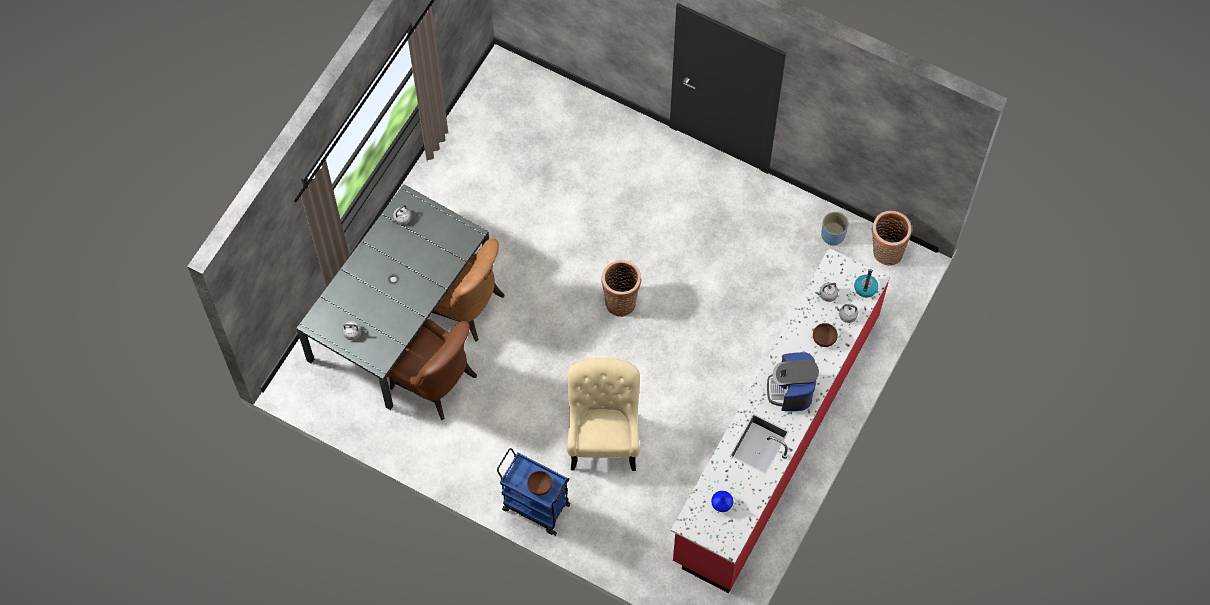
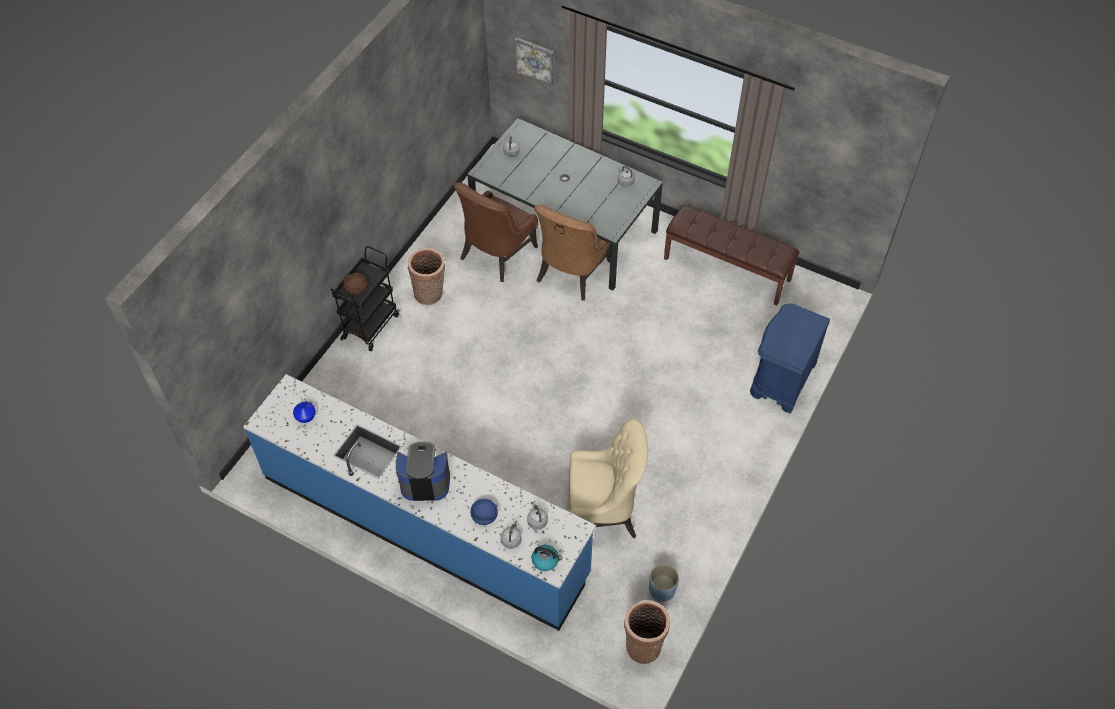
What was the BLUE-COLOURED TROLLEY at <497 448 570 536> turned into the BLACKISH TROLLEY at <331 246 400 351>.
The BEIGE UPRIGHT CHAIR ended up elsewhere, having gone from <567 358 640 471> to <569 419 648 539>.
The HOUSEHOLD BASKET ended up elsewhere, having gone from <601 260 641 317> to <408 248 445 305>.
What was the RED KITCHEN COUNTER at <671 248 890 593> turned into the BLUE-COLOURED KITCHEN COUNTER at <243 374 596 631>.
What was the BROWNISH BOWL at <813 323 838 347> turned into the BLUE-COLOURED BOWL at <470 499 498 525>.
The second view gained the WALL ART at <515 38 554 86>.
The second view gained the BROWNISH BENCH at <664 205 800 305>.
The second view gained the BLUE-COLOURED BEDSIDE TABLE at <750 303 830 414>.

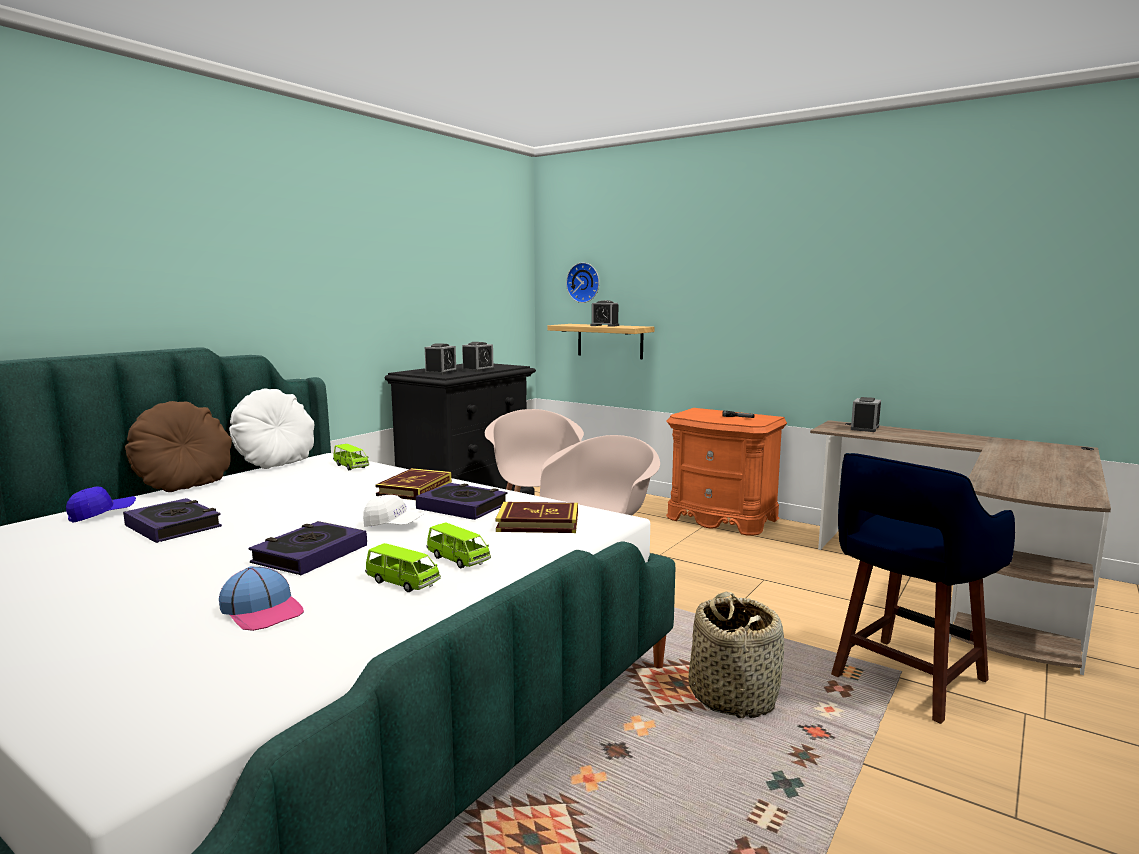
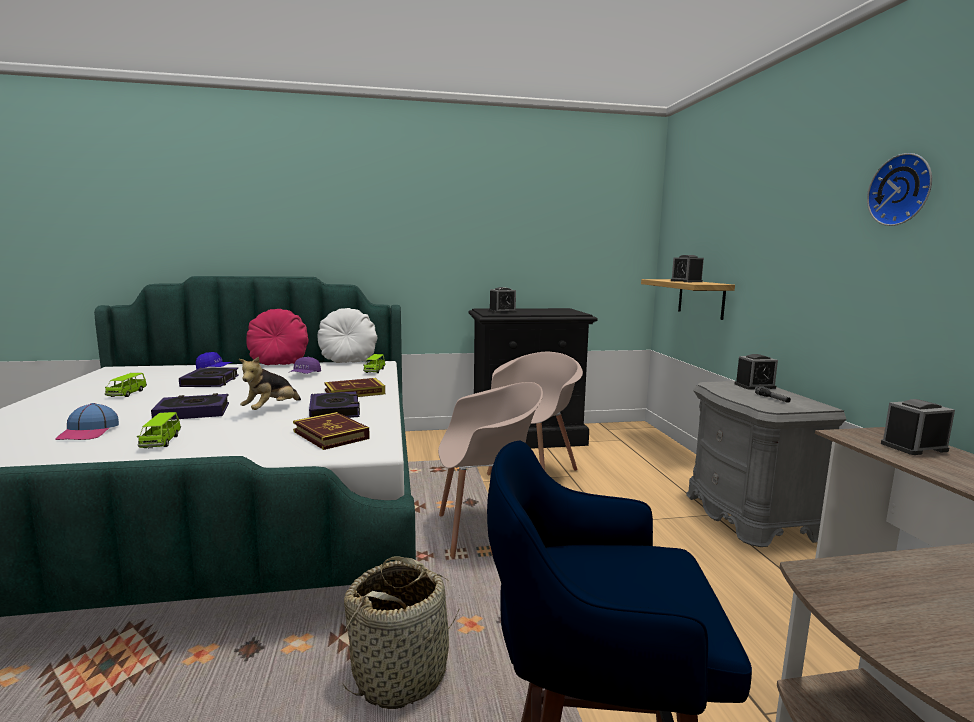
What was the BROWNISH THROW PILLOW at <125 401 232 492> turned into the PINK THROW PILLOW at <246 309 309 365>.
Where the WHITISH BASEBALL CAP stood at <363 495 424 527>, the SOFT TOY came to stand at <239 356 301 410>.
The GREEN-COLOURED TOY CAR ended up elsewhere, having gone from <426 523 491 568> to <105 373 147 397>.
The TABLE CLOCK ended up elsewhere, having gone from <462 342 494 372> to <735 354 778 390>.
The CLOCK ON THE WALL ended up elsewhere, having gone from <566 262 599 303> to <867 153 932 226>.
What was the ORANGE-COLOURED BEDSIDE TABLE at <666 408 787 536> turned into the GREYISH BEDSIDE TABLE at <686 381 846 547>.
The second view gained the PURPLISH BASEBALL CAP at <290 357 321 374>.

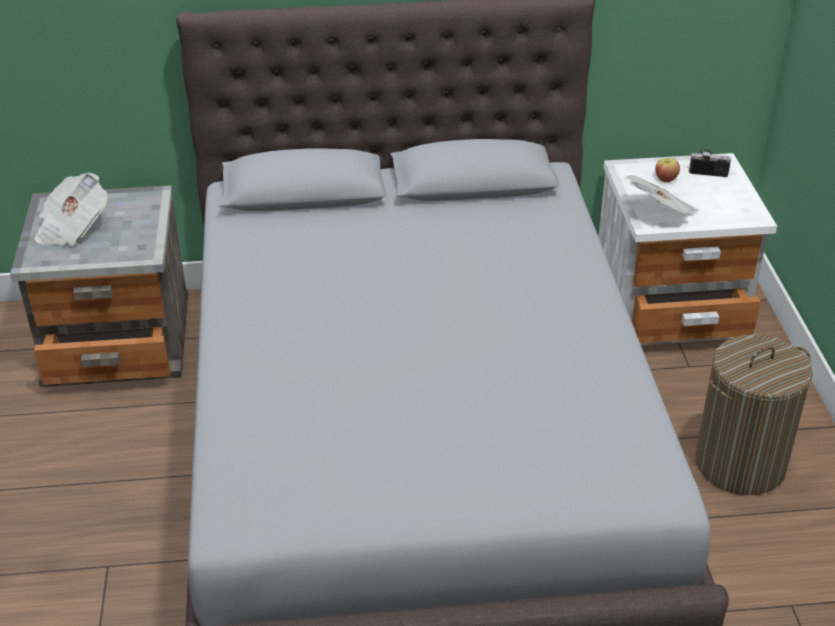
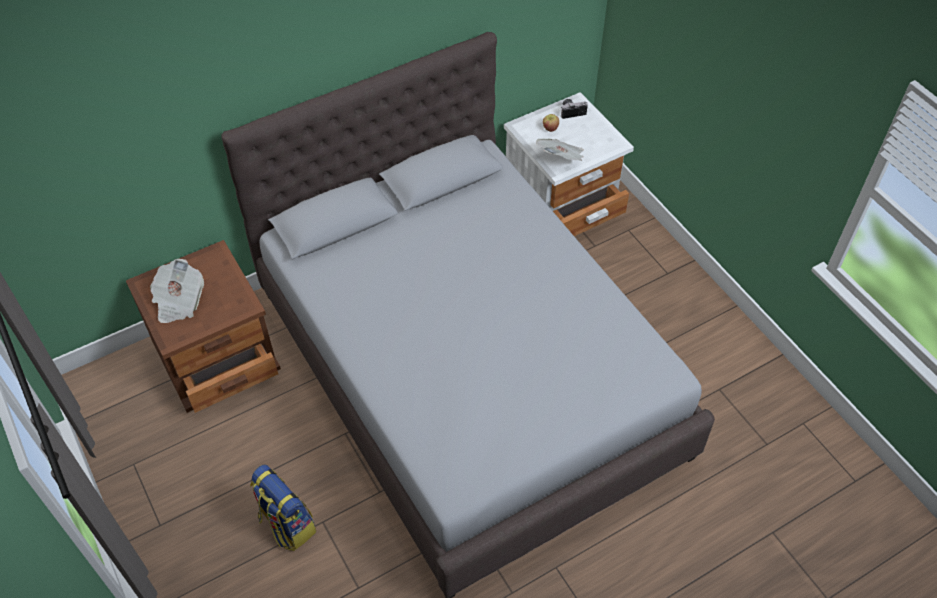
What was the GREYISH BEDSIDE TABLE at <10 185 188 387> turned into the BROWNISH BEDSIDE TABLE at <126 240 281 413>.
The second view lost the HAMPER at <696 334 813 495>.
The second view gained the KNAPSACK at <250 465 316 551>.

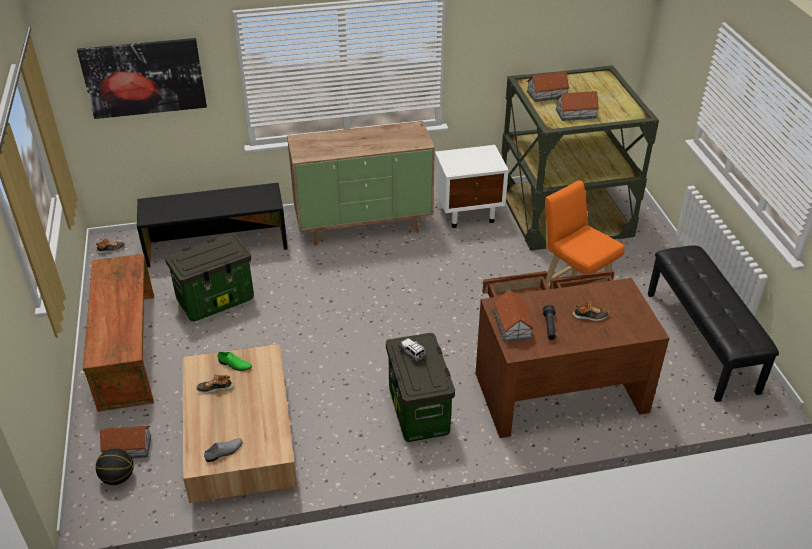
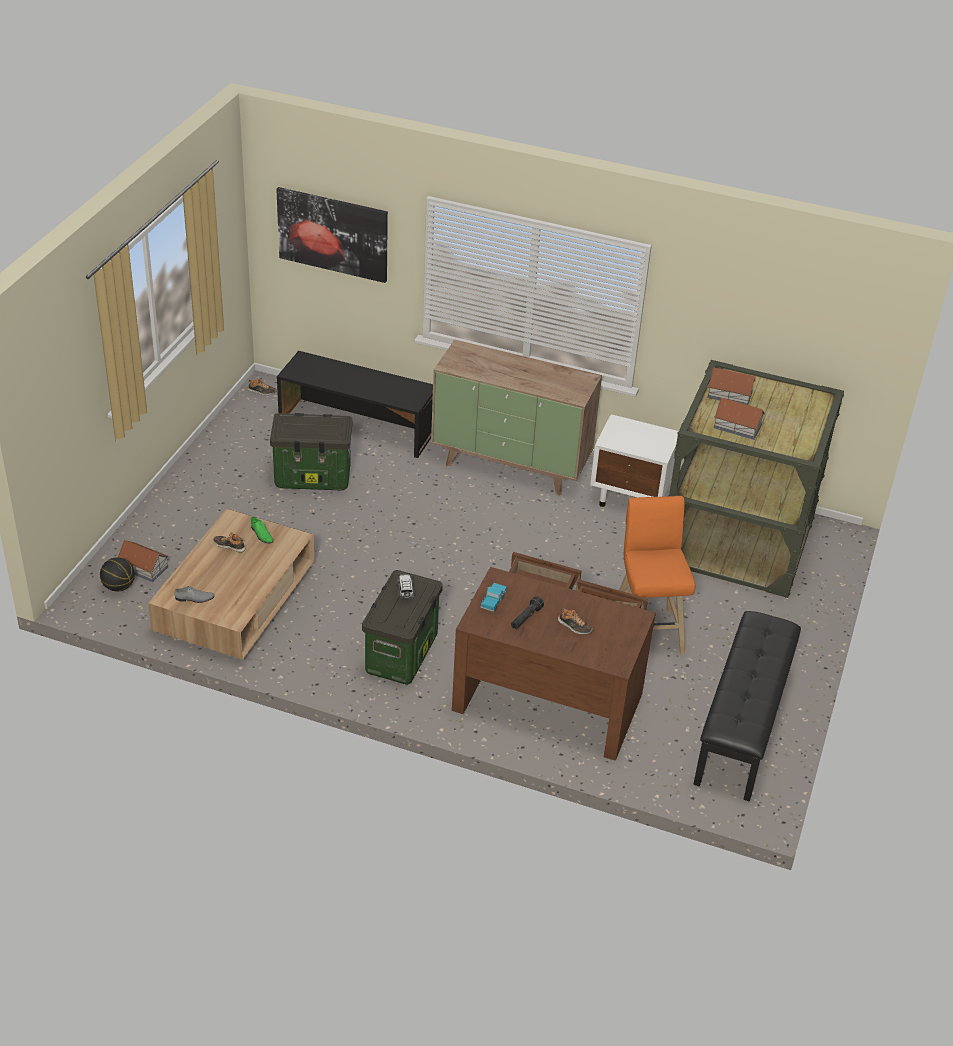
The second view lost the BROWNISH BENCH at <83 254 154 412>.
Where the TOY HOUSE stood at <493 290 534 342>, the TOY TRUCK came to stand at <480 583 507 612>.

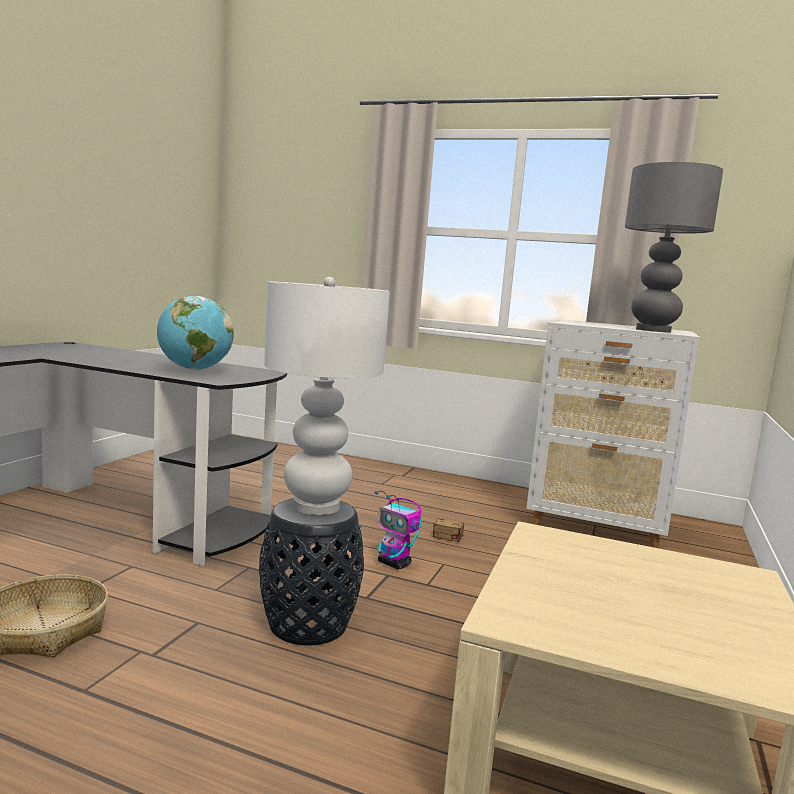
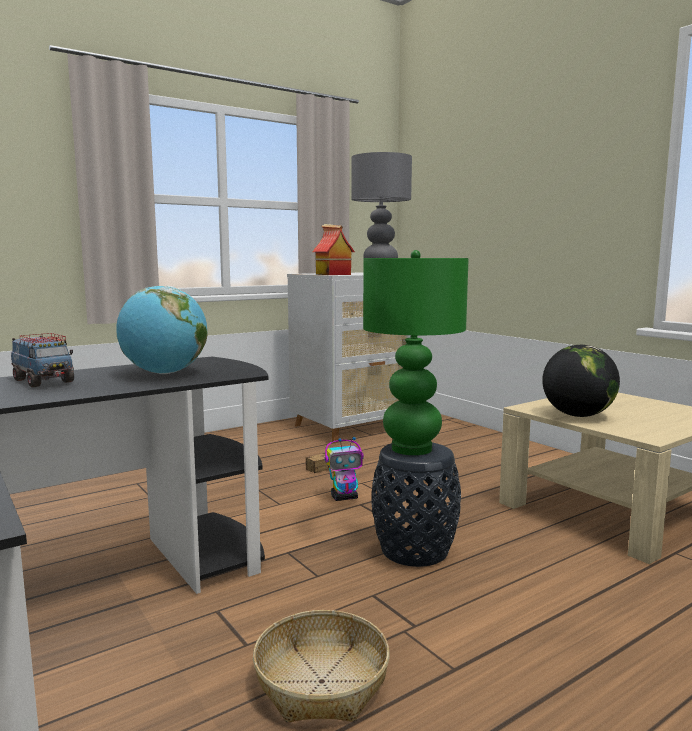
What was the WHITISH TABLE LAMP at <264 277 390 515> turned into the GREEN-COLOURED TABLE LAMP at <363 250 469 455>.
The second view gained the TOY TRUCK at <11 333 74 387>.
The second view gained the TOY HOUSE at <313 224 355 275>.
The second view gained the WORLD GLOBE at <542 345 620 417>.

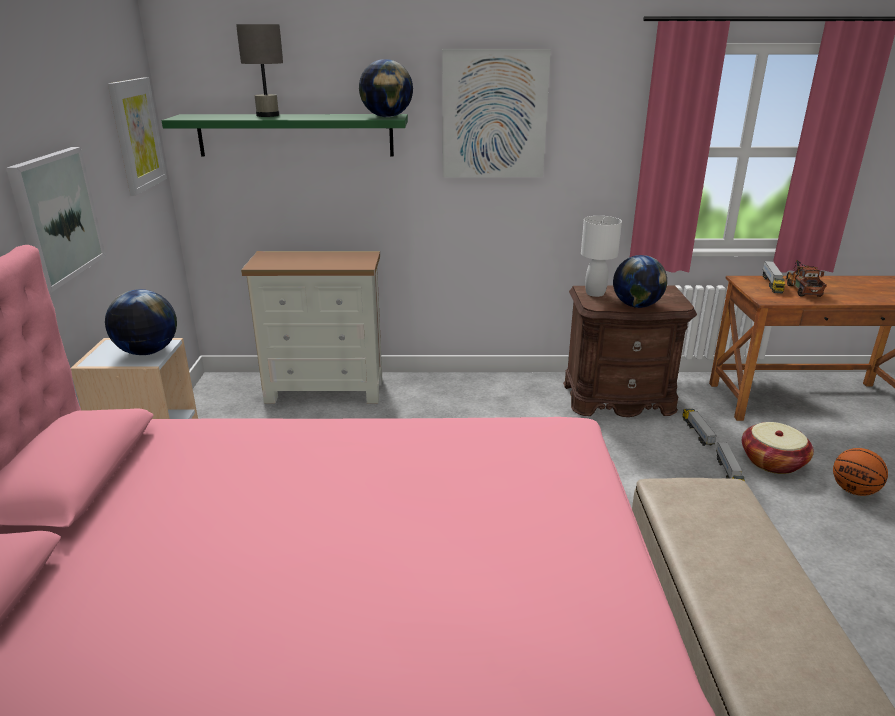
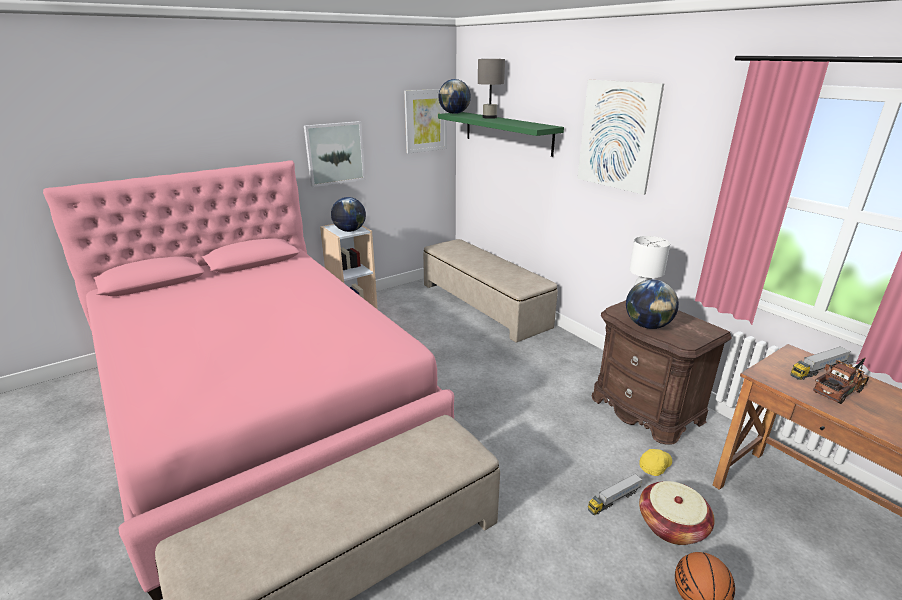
Where the WHITISH DRESSER stood at <241 251 382 404>, the BEIGE BENCH came to stand at <423 239 558 343>.
The WORLD GLOBE ended up elsewhere, having gone from <359 59 413 117> to <438 79 471 114>.
Where the TOY TRUCK stood at <682 409 717 446>, the YELLOWISH BASEBALL CAP came to stand at <639 449 672 476>.

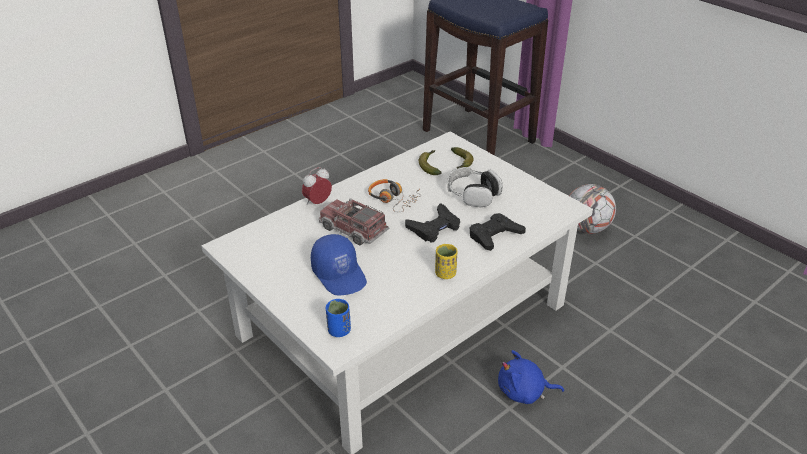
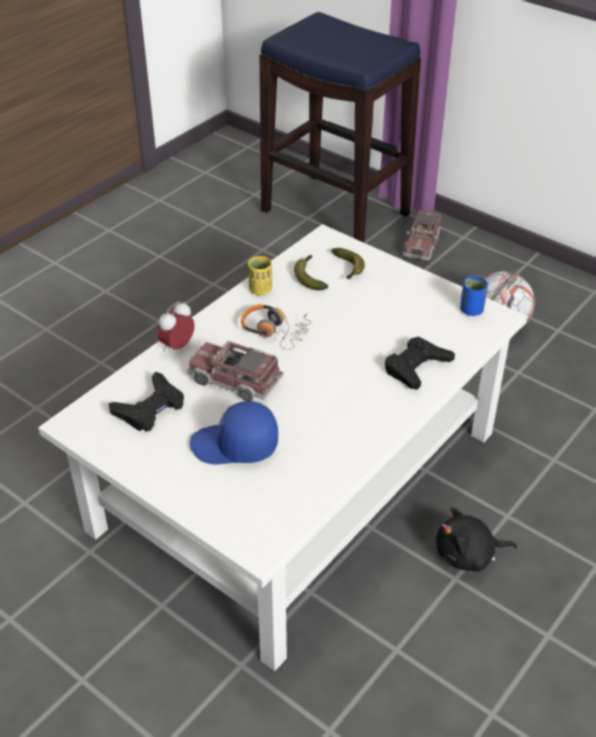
The BLUE-COLOURED BASEBALL CAP at <311 234 367 296> ended up facing another way, 135 degrees clockwise from before.
The BLUE-COLOURED CUP ended up elsewhere, having gone from <326 299 351 337> to <460 276 488 316>.
The BLACKISH JOYPAD ended up elsewhere, having gone from <405 203 460 243> to <109 372 184 432>.
The YELLOWISH CUP ended up elsewhere, having gone from <435 244 457 279> to <248 256 272 295>.
The second view lost the HEADPHONES at <447 167 503 207>.
What was the BLUE-COLOURED SOFT TOY at <498 350 564 404> turned into the BLACKISH SOFT TOY at <436 507 517 572>.
The second view gained the TOY TRUCK at <402 209 443 261>.

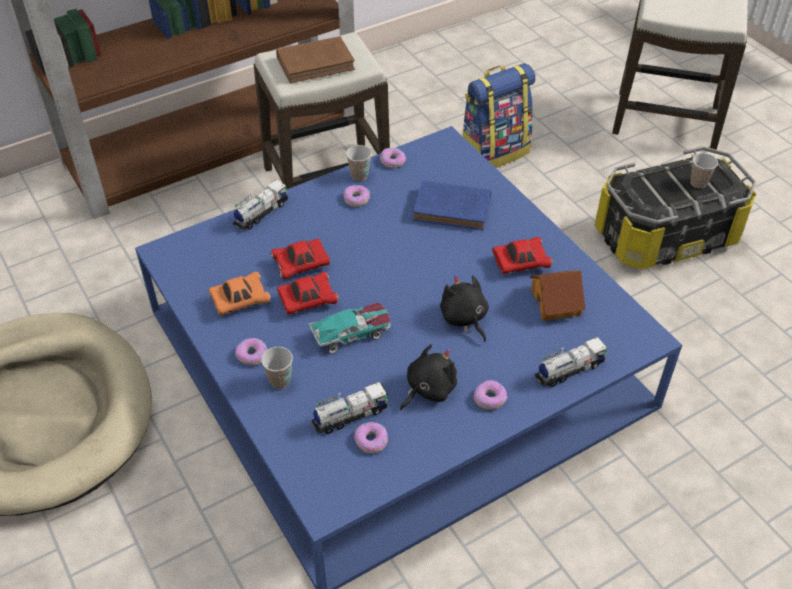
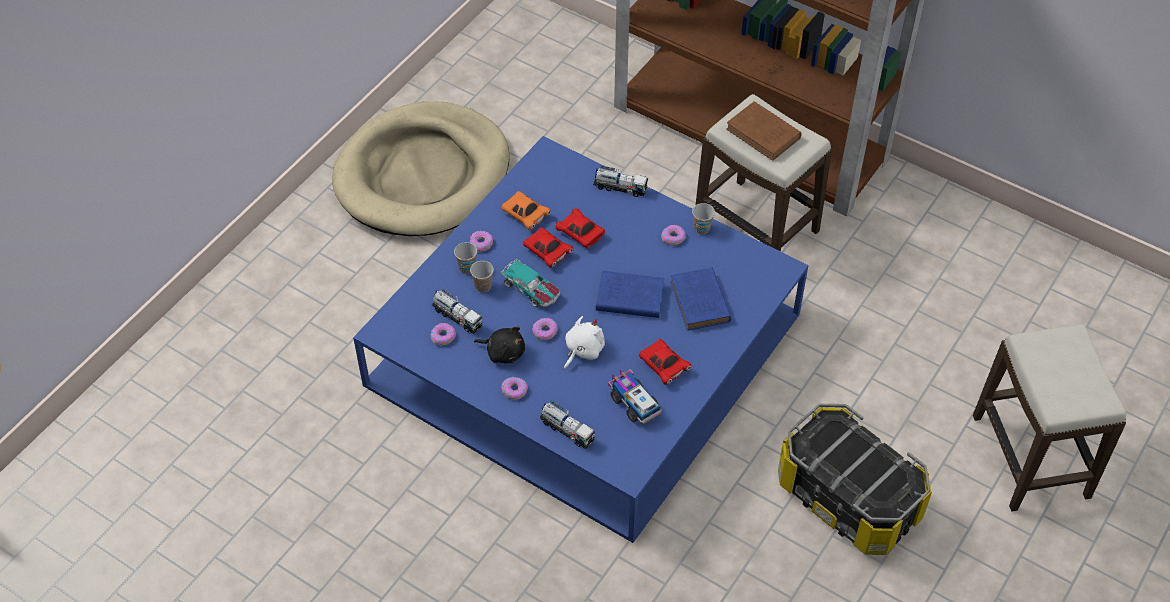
The DONUT ended up elsewhere, having gone from <380 148 406 168> to <532 318 558 340>.
What was the BLACKISH SOFT TOY at <440 275 489 342> turned into the WHITISH SOFT TOY at <564 316 605 369>.
The second view lost the KNAPSACK at <463 63 535 168>.
Where the TOY HOUSE stood at <530 271 586 321>, the TOY TRUCK came to stand at <608 369 662 425>.
The CUP ended up elsewhere, having gone from <690 153 718 188> to <470 261 494 292>.
The second view gained the BLUE-COLOURED VOLUME at <596 271 665 318>.

